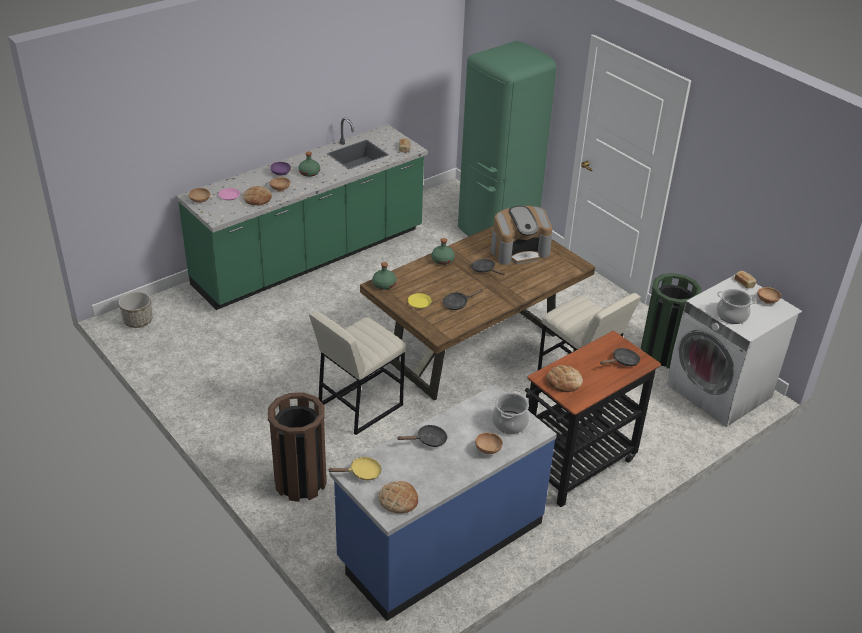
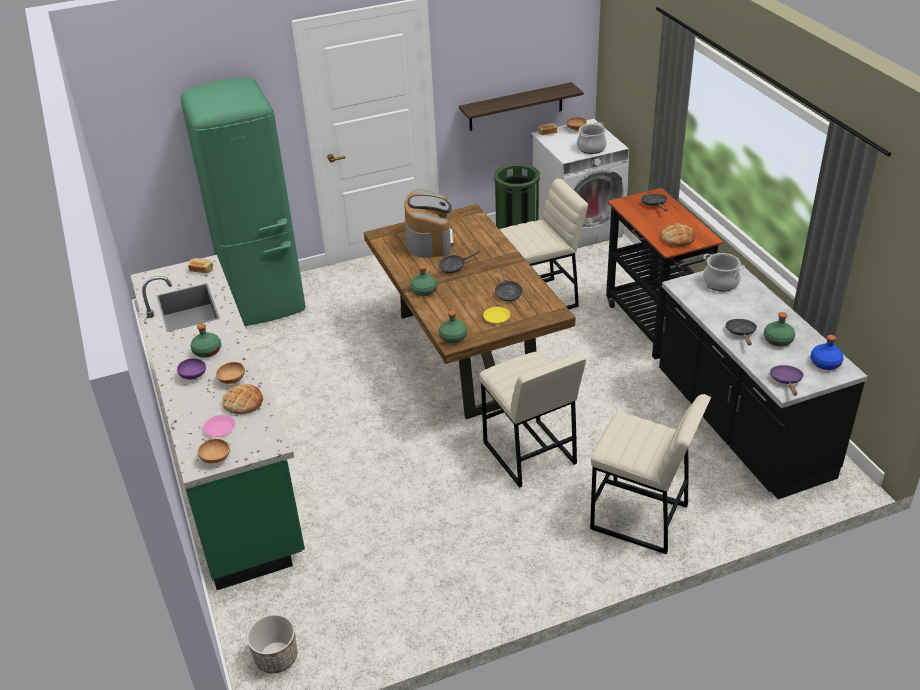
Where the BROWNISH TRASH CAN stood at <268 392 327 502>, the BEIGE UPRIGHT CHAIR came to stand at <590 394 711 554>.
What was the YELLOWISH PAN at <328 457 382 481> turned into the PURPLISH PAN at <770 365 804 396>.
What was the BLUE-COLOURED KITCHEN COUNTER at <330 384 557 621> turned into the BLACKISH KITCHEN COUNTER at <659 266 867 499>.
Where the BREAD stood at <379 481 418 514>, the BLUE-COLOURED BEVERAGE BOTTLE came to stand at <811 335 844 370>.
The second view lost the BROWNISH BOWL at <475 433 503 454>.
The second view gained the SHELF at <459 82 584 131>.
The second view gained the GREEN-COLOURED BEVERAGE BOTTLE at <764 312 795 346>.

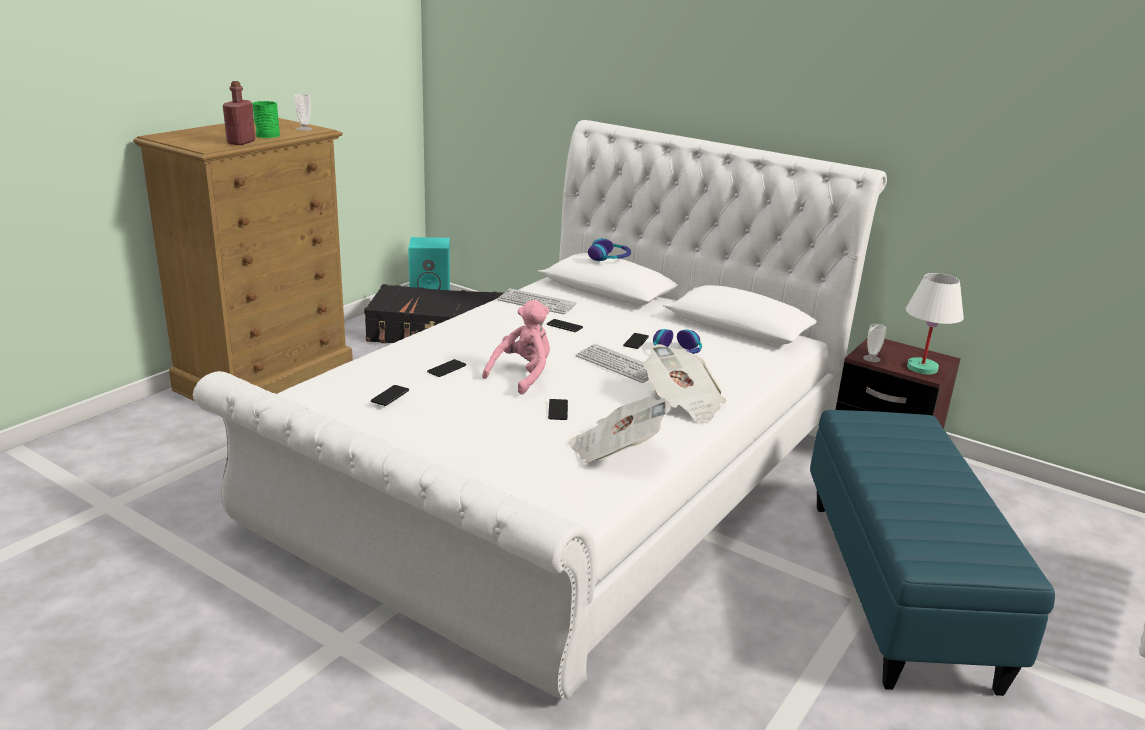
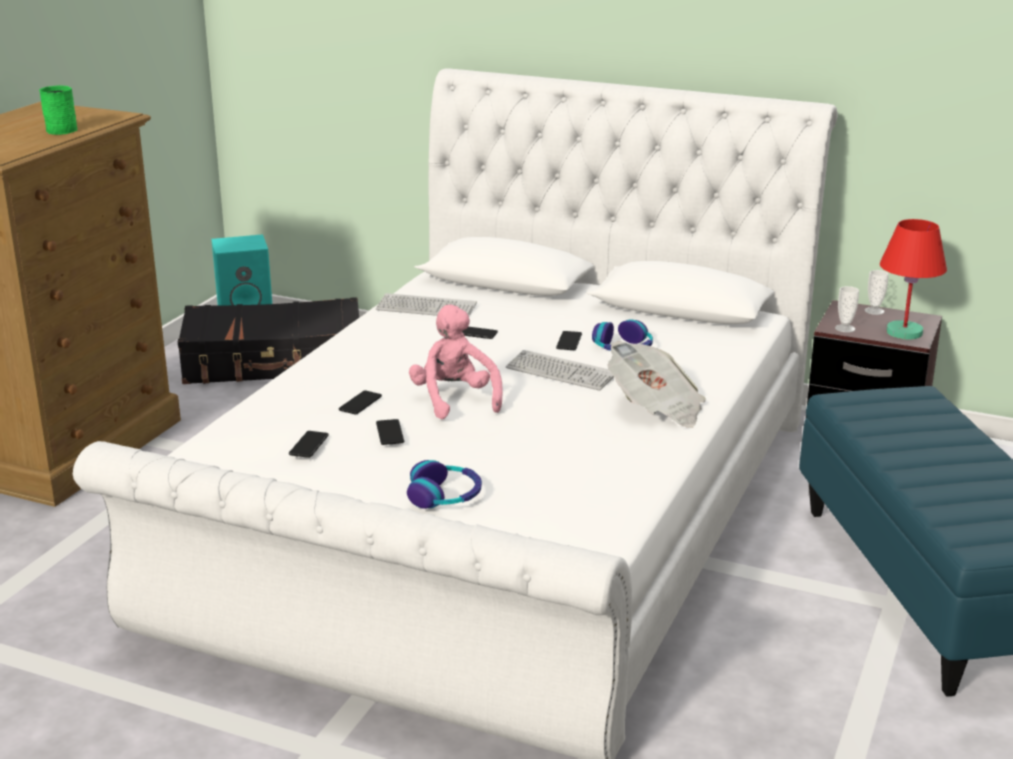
The second view lost the RED BEVERAGE BOTTLE at <223 81 255 145>.
The CUP ended up elsewhere, having gone from <294 94 313 131> to <865 270 889 315>.
The PINK SOFT TOY at <482 300 550 395> ended up facing another way, 45 degrees counterclockwise from before.
The TELEPHONE ended up elsewhere, having gone from <548 399 568 420> to <376 419 404 445>.
The second view lost the NEWSPAPER at <569 396 671 464>.
The HEADPHONES ended up elsewhere, having gone from <588 238 631 261> to <407 460 482 509>.
What was the WHITISH TABLE LAMP at <906 273 964 375> turned into the RED TABLE LAMP at <880 219 947 339>.

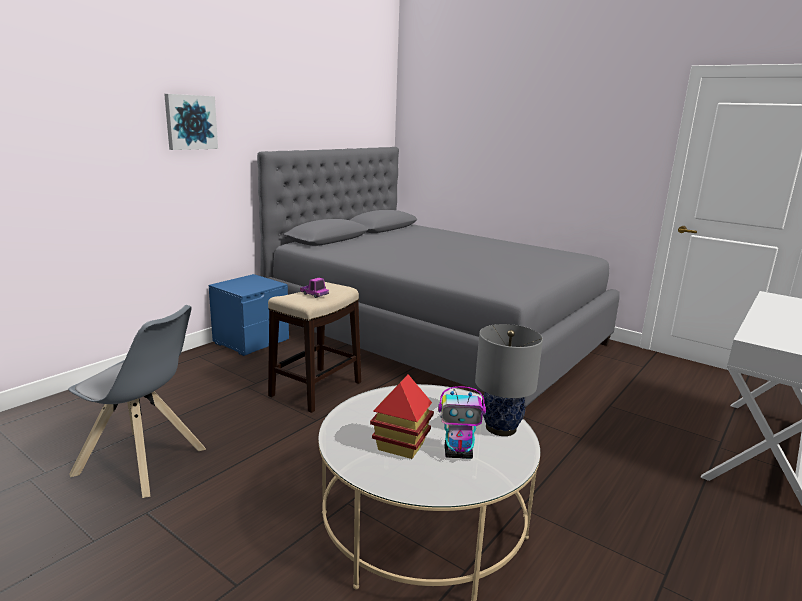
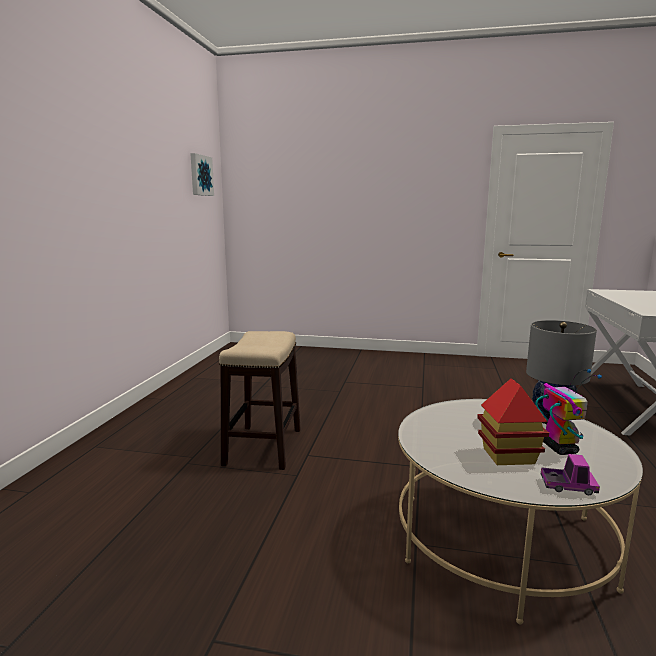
The second view lost the GREYISH UPRIGHT CHAIR at <68 305 206 498>.
The WALL ART ended up elsewhere, having gone from <164 94 218 150> to <190 153 214 196>.
The second view lost the BLUE-COLOURED BEDSIDE TABLE at <209 274 289 356>.
The second view lost the GREYISH BEDROOM BED at <257 147 620 410>.
The TOY TRUCK ended up elsewhere, having gone from <300 278 329 298> to <541 454 600 495>.
The ROBOT FIGURE at <438 386 486 459> ended up facing another way, 75 degrees counterclockwise from before.

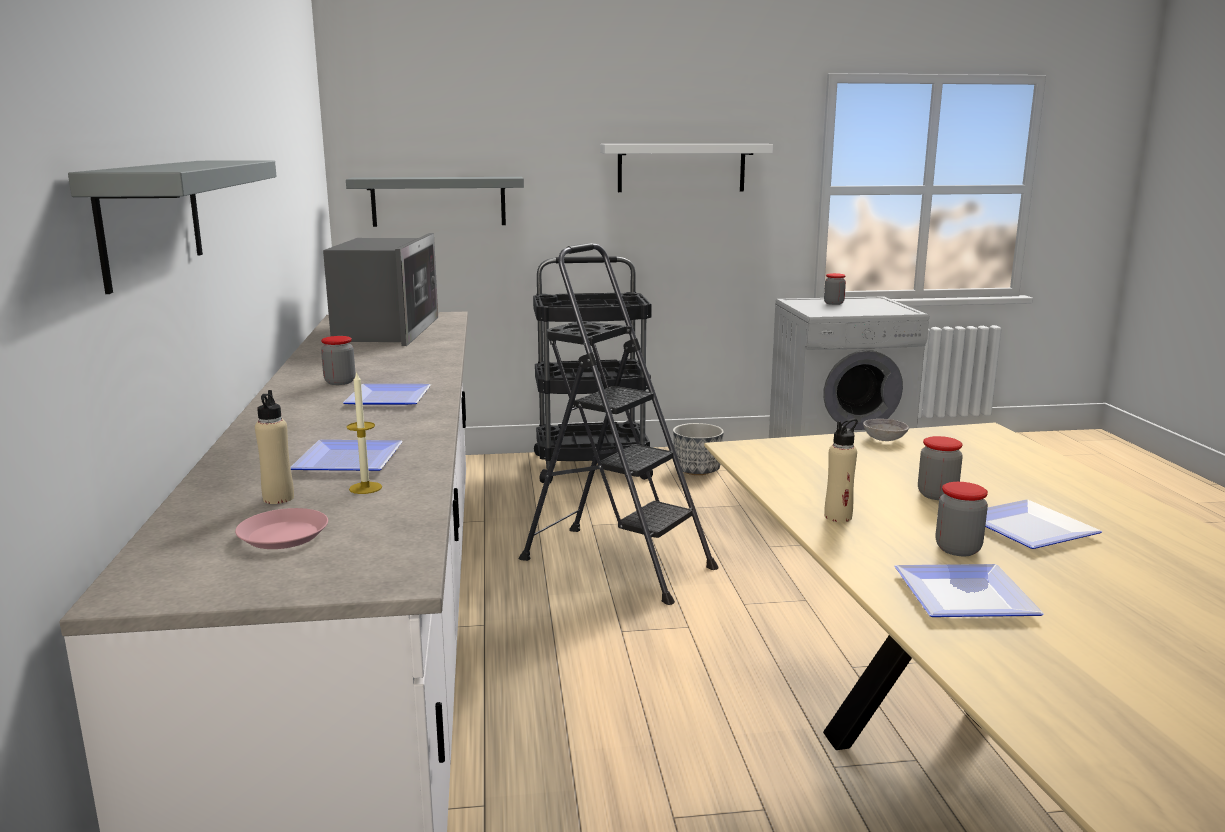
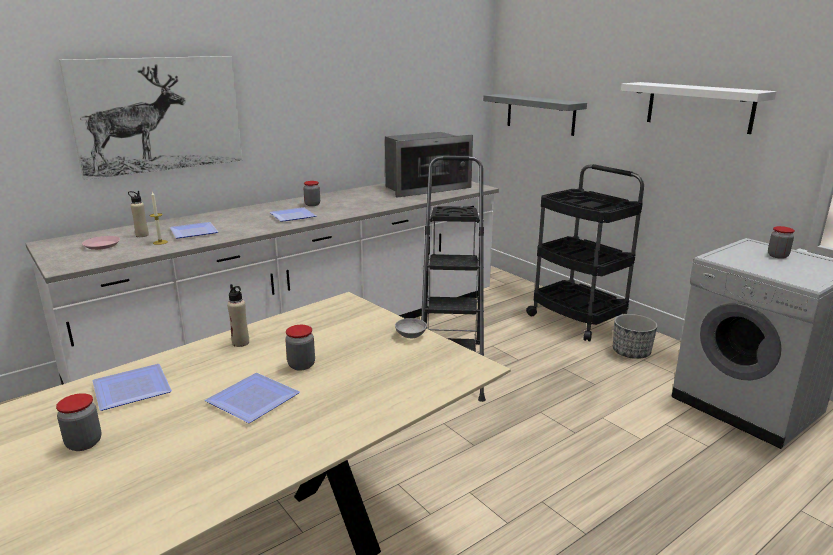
Where the GREYISH SHELF hung at <68 160 277 294>, the WALL ART came to hang at <59 56 242 180>.
The JAR ended up elsewhere, having gone from <936 482 988 556> to <56 393 102 451>.

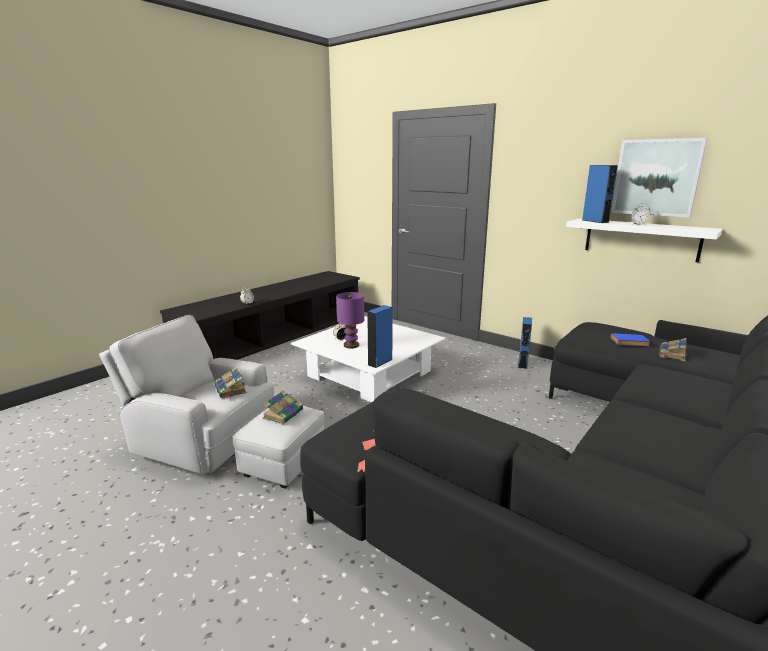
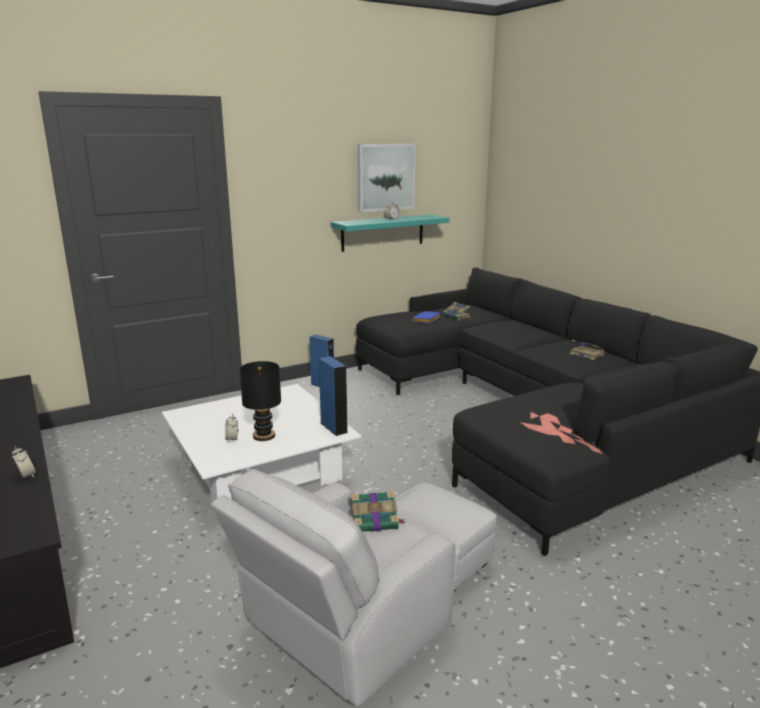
The VOLUME ended up elsewhere, having gone from <263 390 303 424> to <569 340 605 360>.
What was the PURPLISH TABLE LAMP at <336 292 364 349> turned into the BLACKISH TABLE LAMP at <240 361 281 441>.
What was the WHITISH SHELF at <566 219 722 262> turned into the TURQUOISE SHELF at <331 214 449 252>.
The second view lost the BLUE-COLOURED LOUDSPEAKER at <582 165 618 223>.

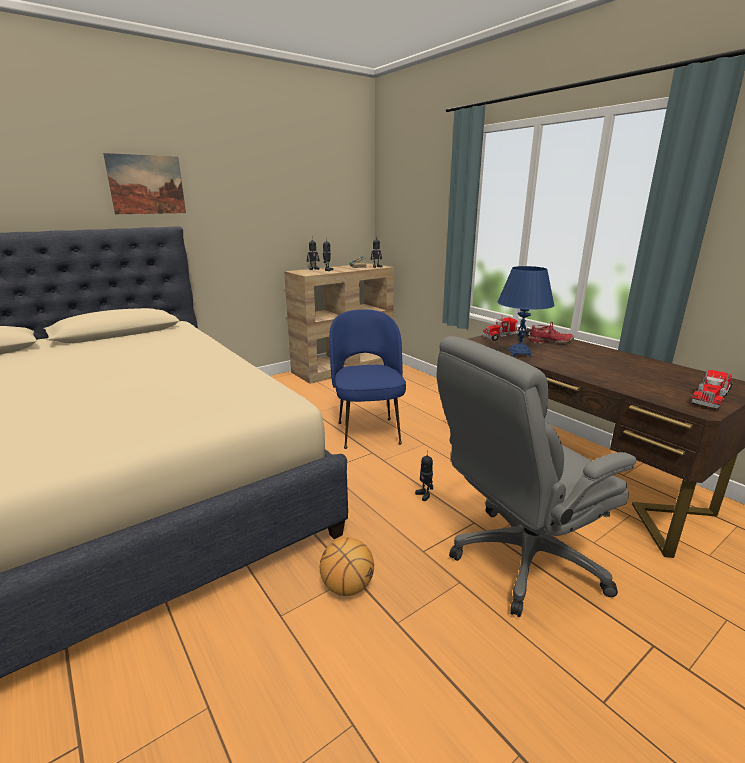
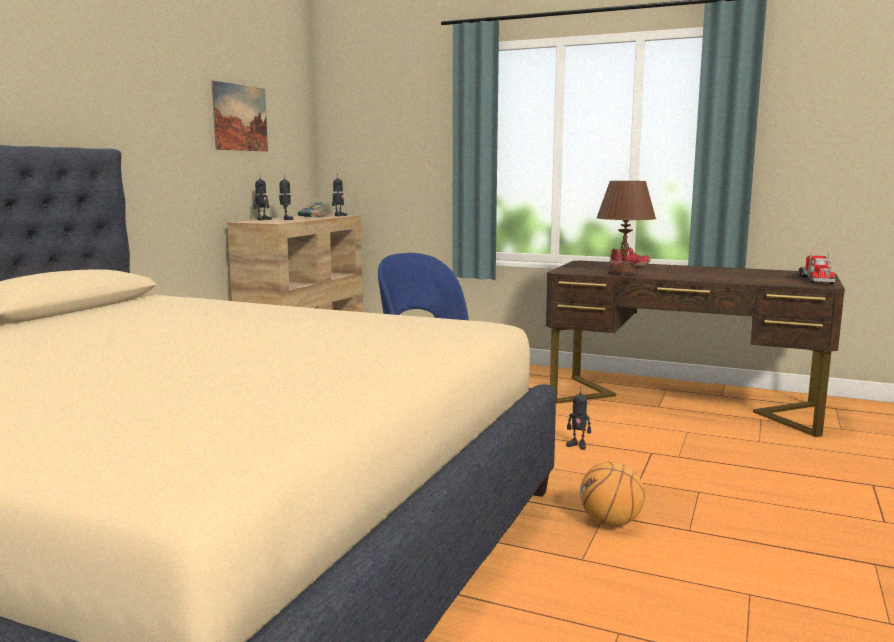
The WALL ART ended up elsewhere, having gone from <103 153 186 214> to <211 80 268 152>.
The second view lost the GREYISH COMPUTER CHAIR at <437 336 636 617>.
The second view lost the TOY TRUCK at <482 315 531 341>.
What was the BLUE-COLOURED TABLE LAMP at <497 266 555 357> turned into the BROWNISH TABLE LAMP at <596 181 656 276>.

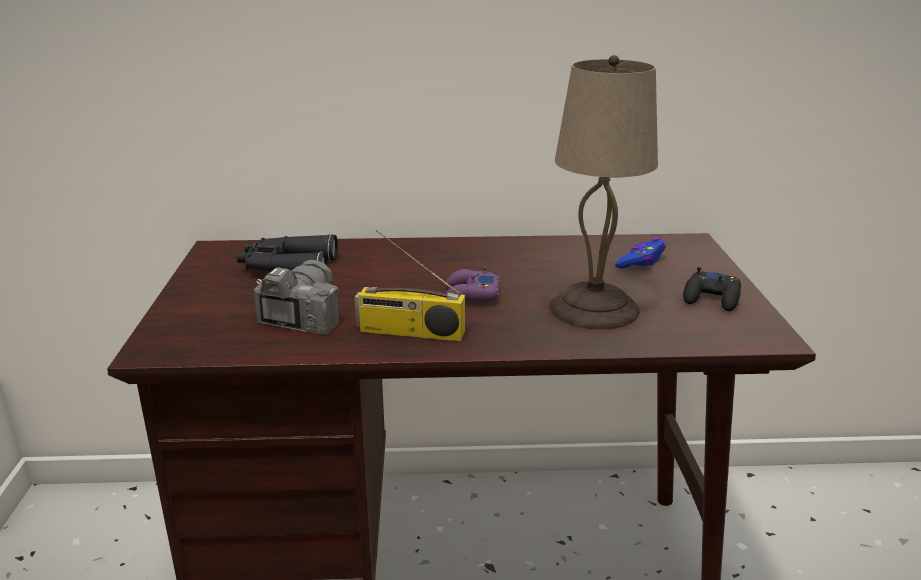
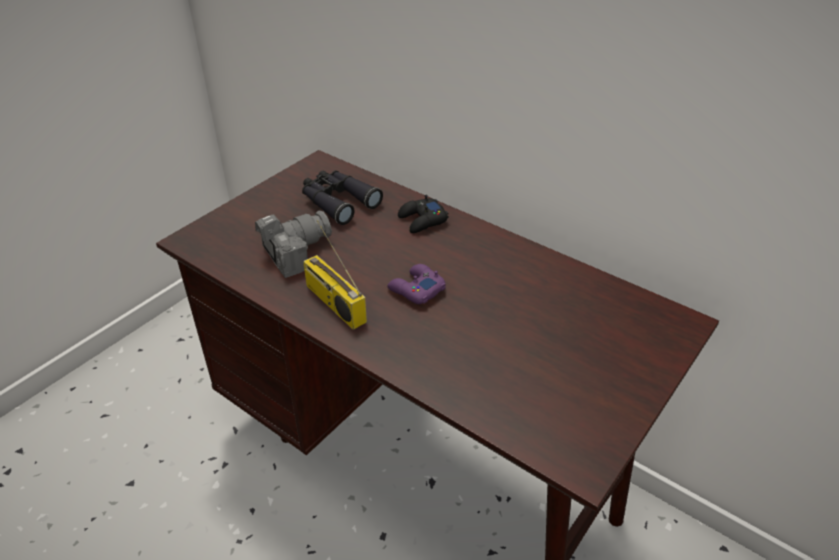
The second view lost the BEIGE TABLE LAMP at <549 55 658 329>.
The second view lost the BLUE-COLOURED JOYPAD at <615 237 666 268>.
The BLACKISH JOYPAD ended up elsewhere, having gone from <683 267 741 311> to <398 195 448 233>.

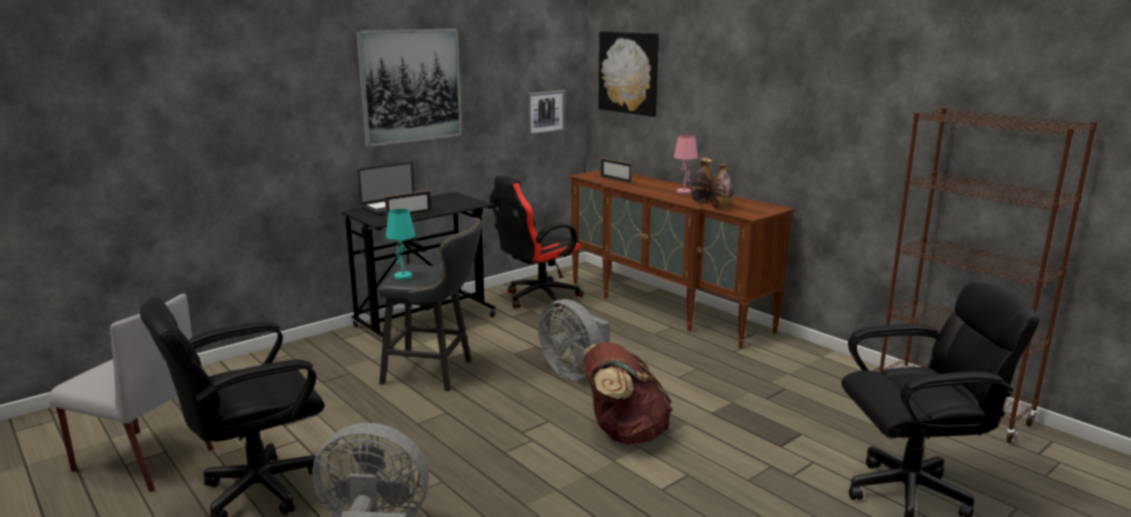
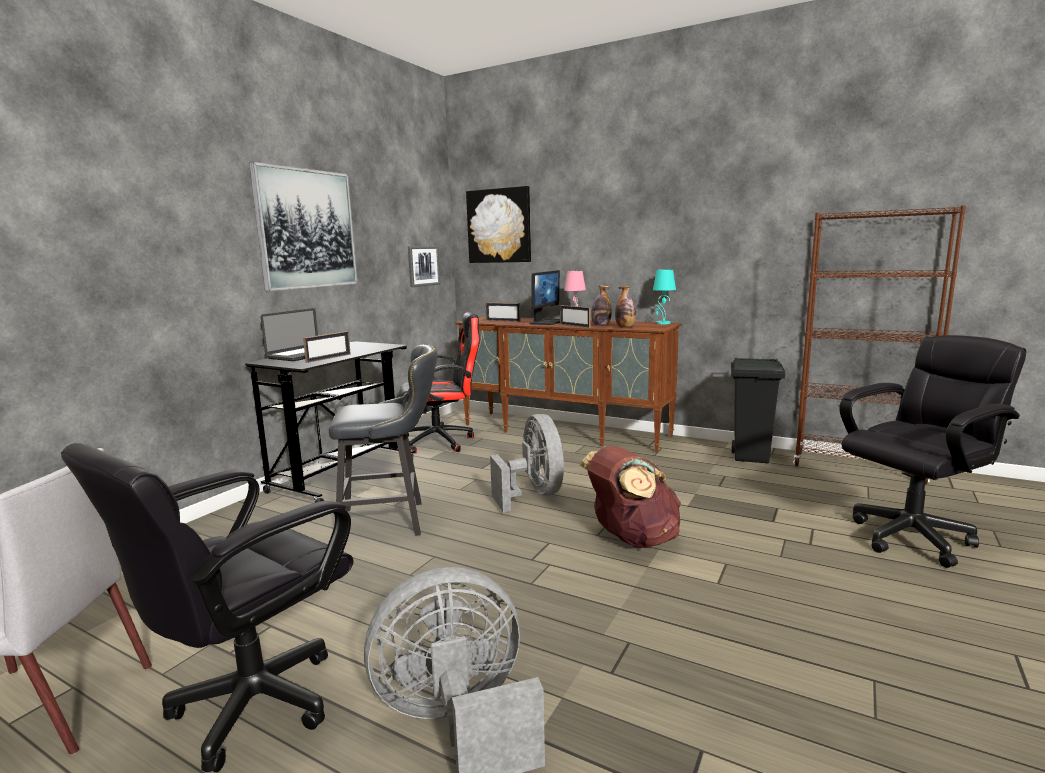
The TURQUOISE TABLE LAMP ended up elsewhere, having gone from <386 209 415 280> to <653 269 676 324>.
The BLACKISH COMPUTER CHAIR at <489 175 583 312> ended up facing another way, 135 degrees counterclockwise from before.
The GREYISH FAN at <538 299 610 380> ended up facing another way, 135 degrees counterclockwise from before.
The second view gained the MONITOR at <530 270 560 325>.
The second view gained the PHOTO FRAME at <560 305 591 328>.
The second view gained the BLACKISH TRASH CAN at <731 357 785 463>.

